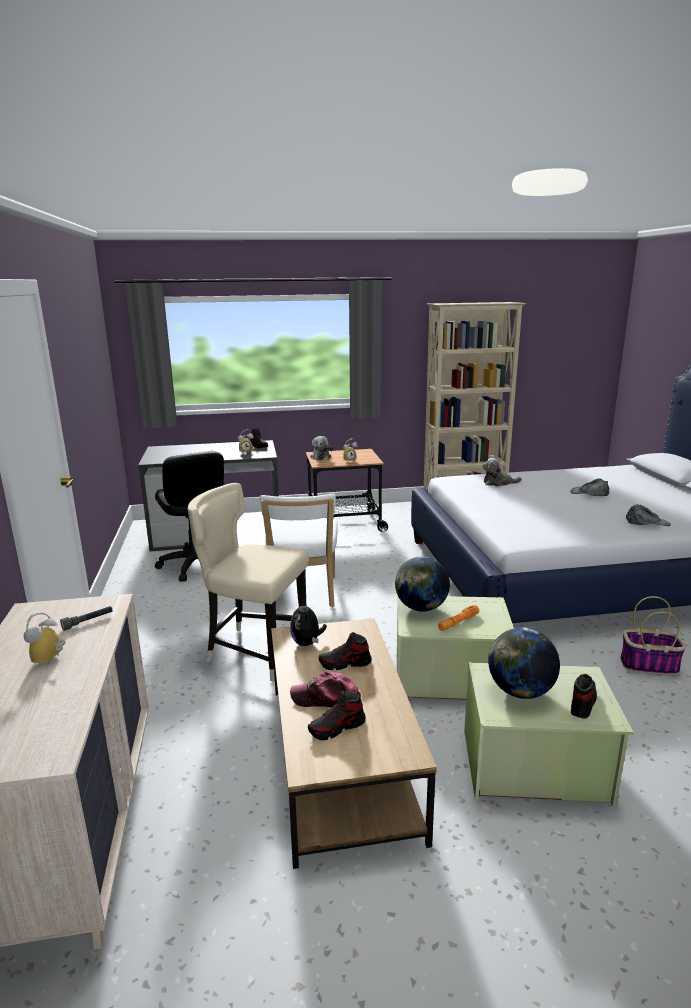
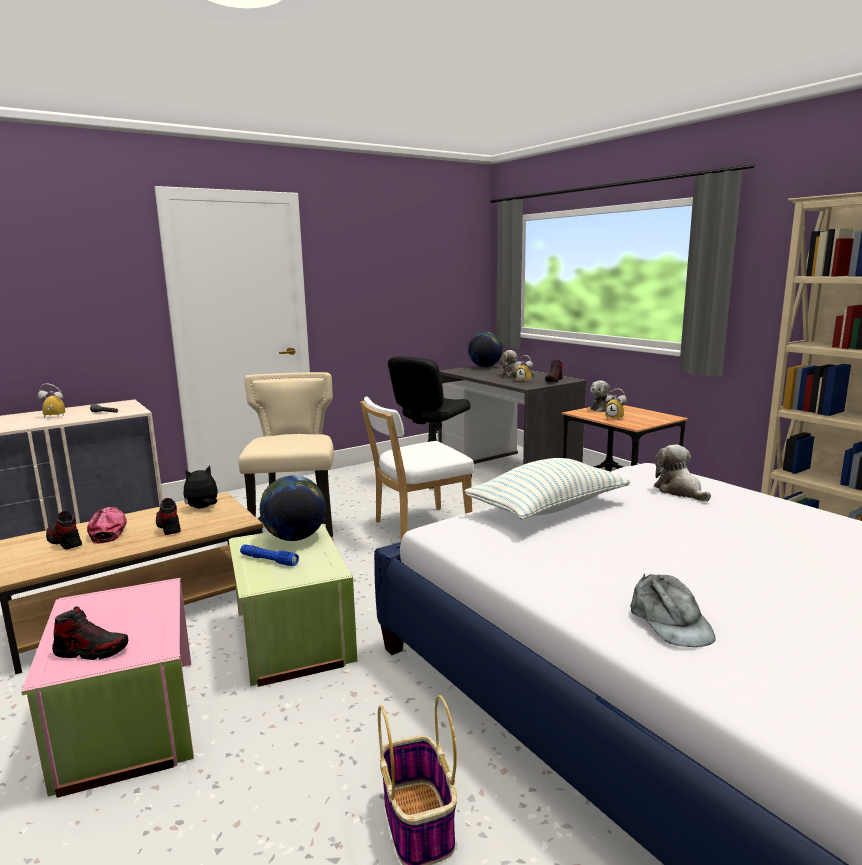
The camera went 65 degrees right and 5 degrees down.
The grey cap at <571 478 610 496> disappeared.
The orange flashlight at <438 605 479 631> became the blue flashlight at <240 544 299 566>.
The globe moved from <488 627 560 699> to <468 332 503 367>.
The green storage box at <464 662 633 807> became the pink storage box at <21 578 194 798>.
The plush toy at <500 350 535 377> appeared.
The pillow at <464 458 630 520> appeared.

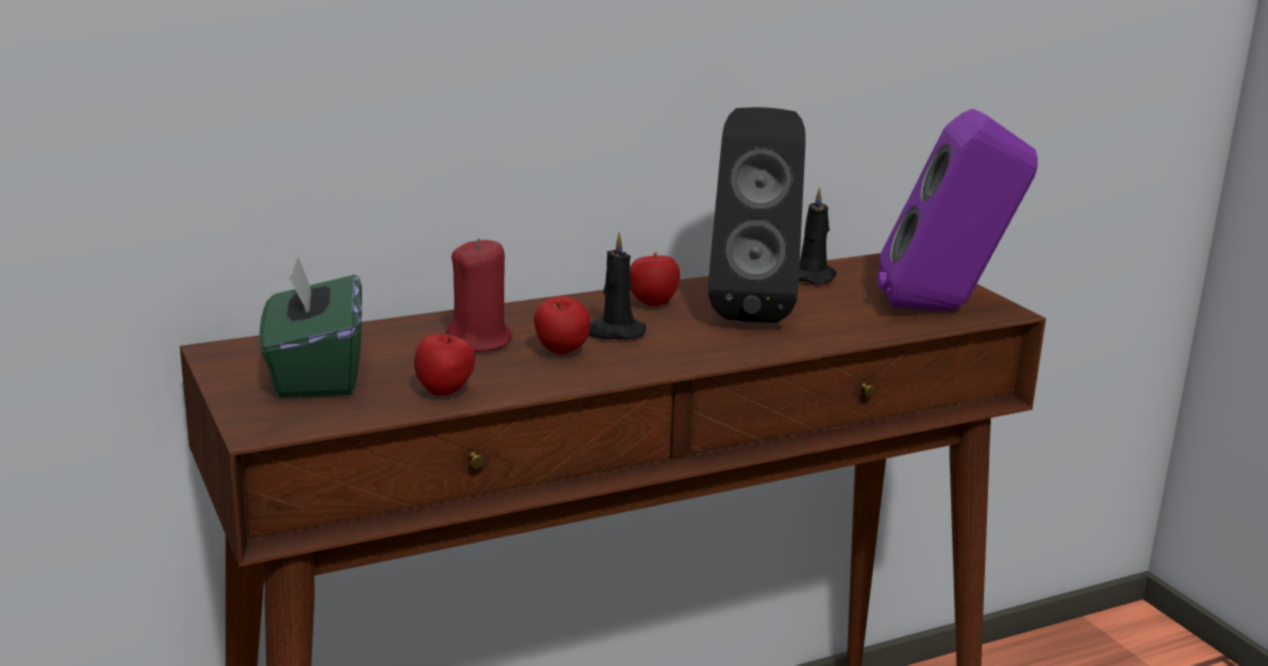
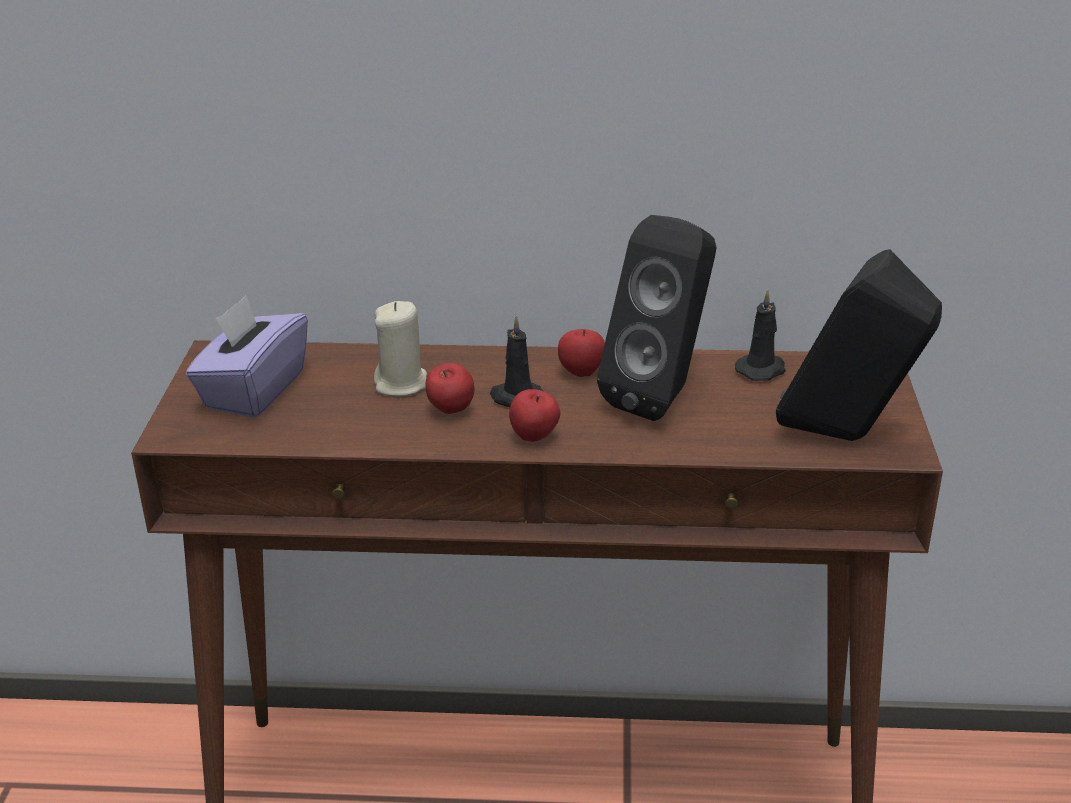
The camera went 30 degrees right and 10 degrees up.
The purple speaker at <877 109 1038 311> became the black speaker at <776 249 942 441>.
The red candle at <445 238 513 352> became the beige candle at <374 301 427 396>.
The green tissue box at <259 255 362 398> became the purple tissue box at <186 296 308 418>.
The apple moved from <414 334 475 396> to <509 389 560 442>.

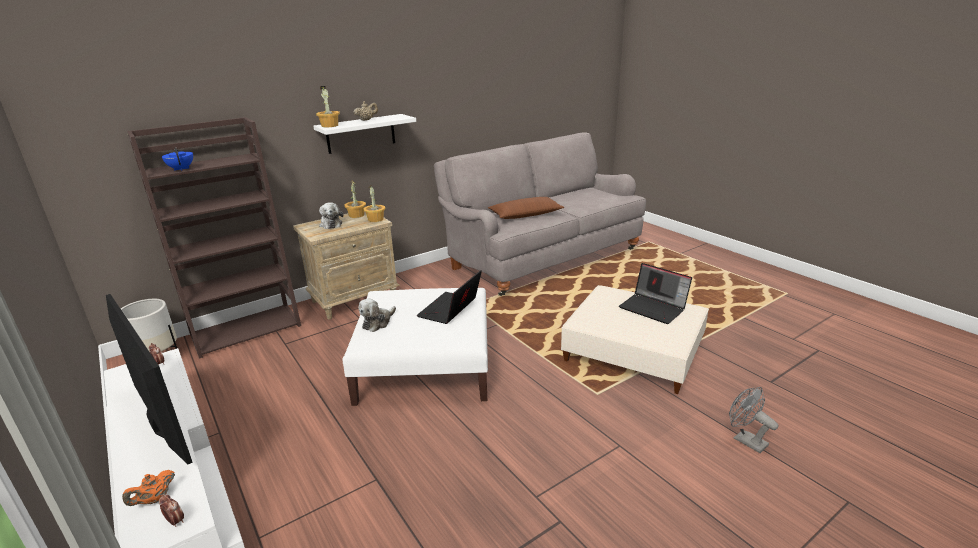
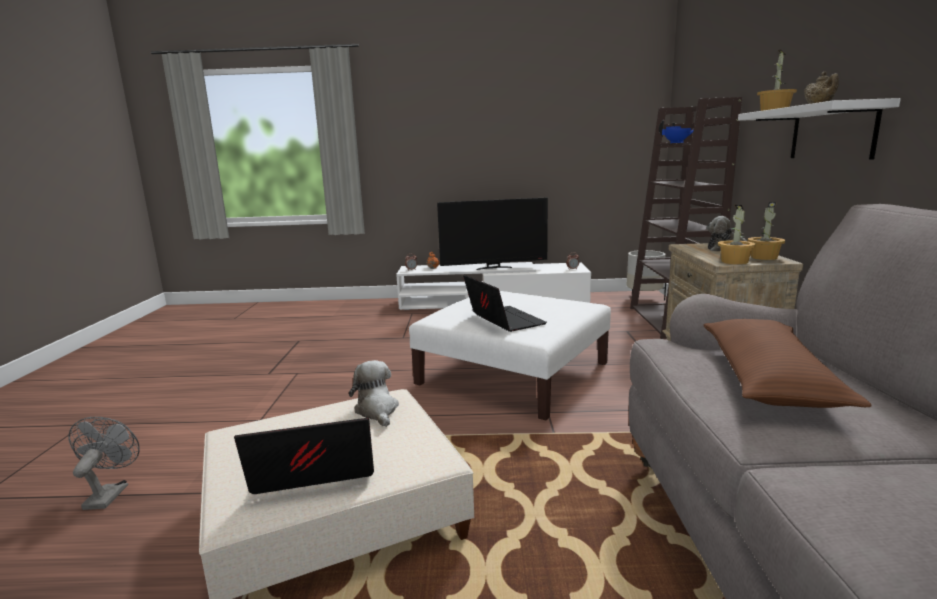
The camera went 125 degrees right and 10 degrees down.
The plush toy moved from <358 299 396 332> to <349 360 399 427>.
The grey fan at <729 387 778 453> turned 90 degrees counterclockwise.

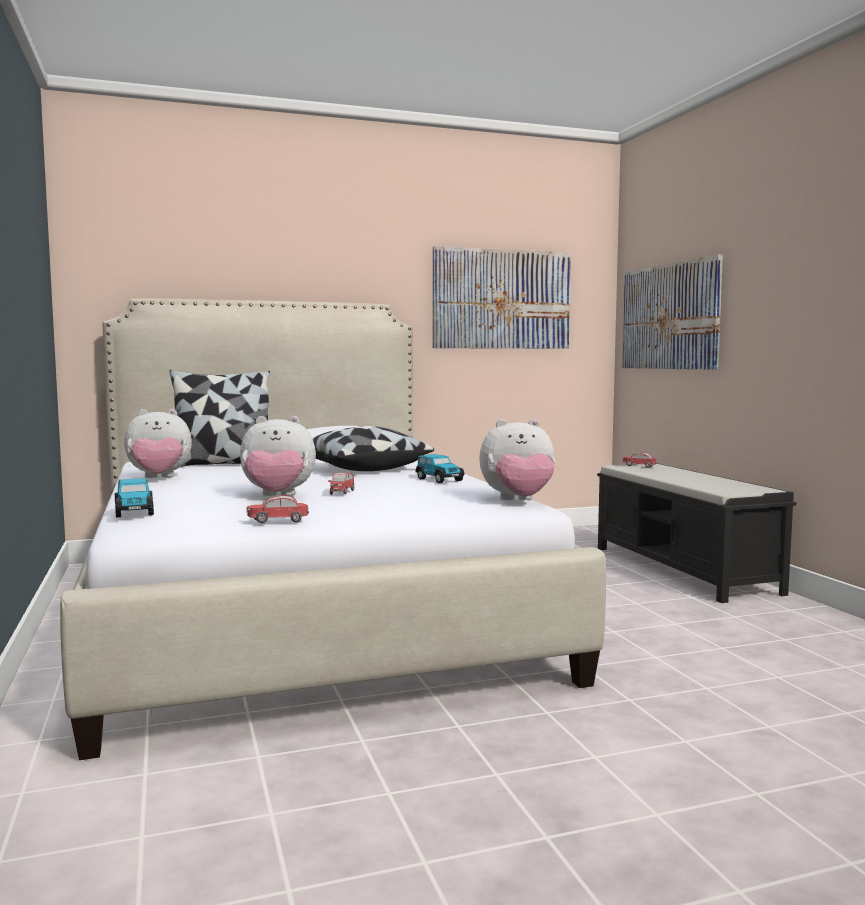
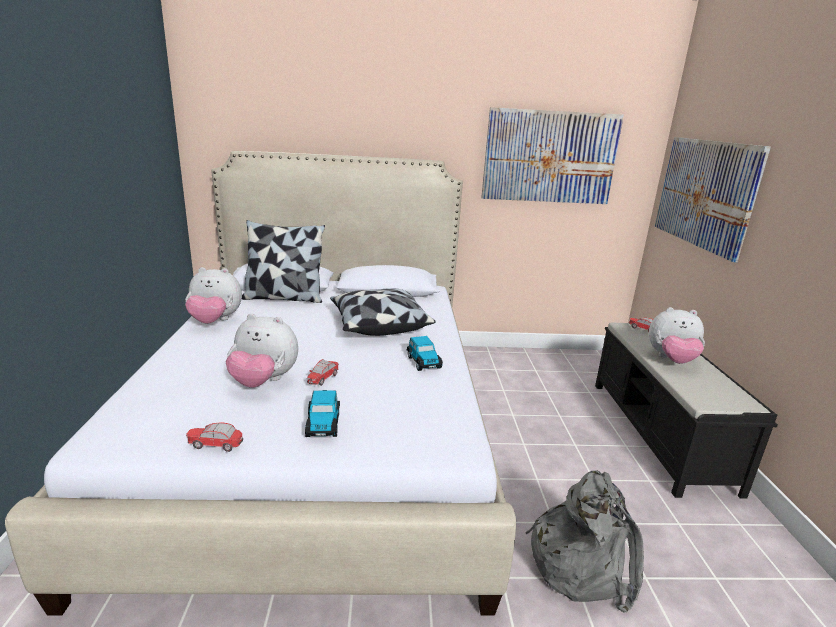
The camera went 15 degrees right and 15 degrees up.
The plush toy moved from <479 419 555 500> to <649 307 705 364>.
The toy car moved from <115 478 154 517> to <305 390 340 437>.
The grey backpack at <525 470 644 613> appeared.

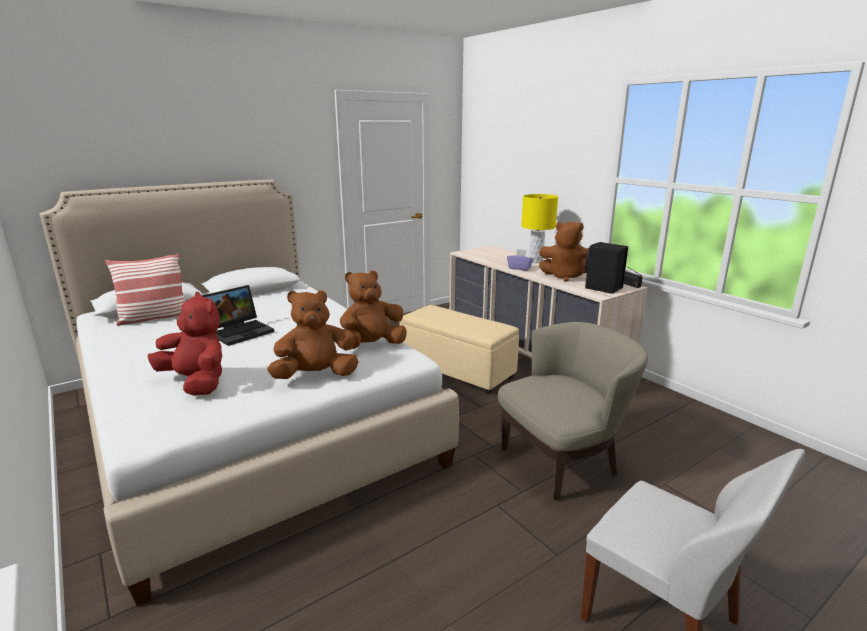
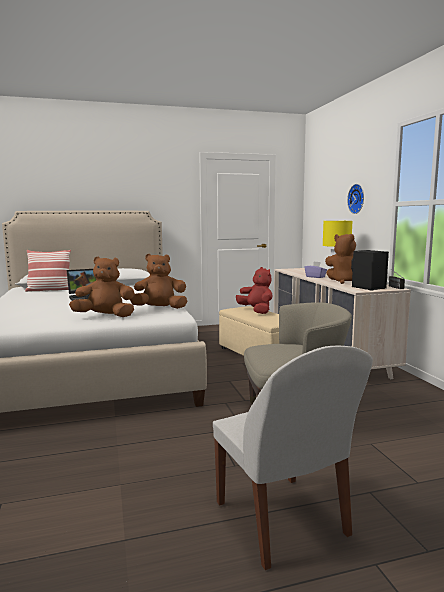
The camera went 20 degrees right and 10 degrees down.
The red plush toy moved from <148 292 222 396> to <236 267 273 314>.
The wall clock at <347 184 364 214> appeared.

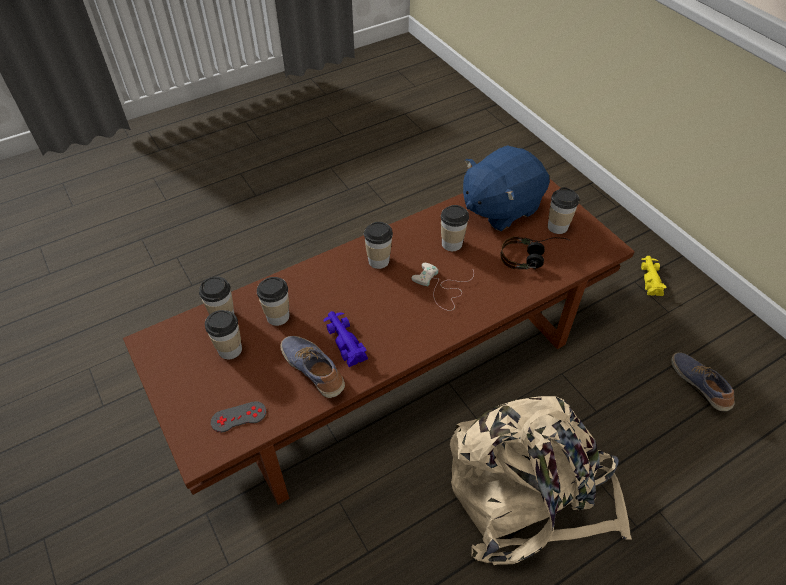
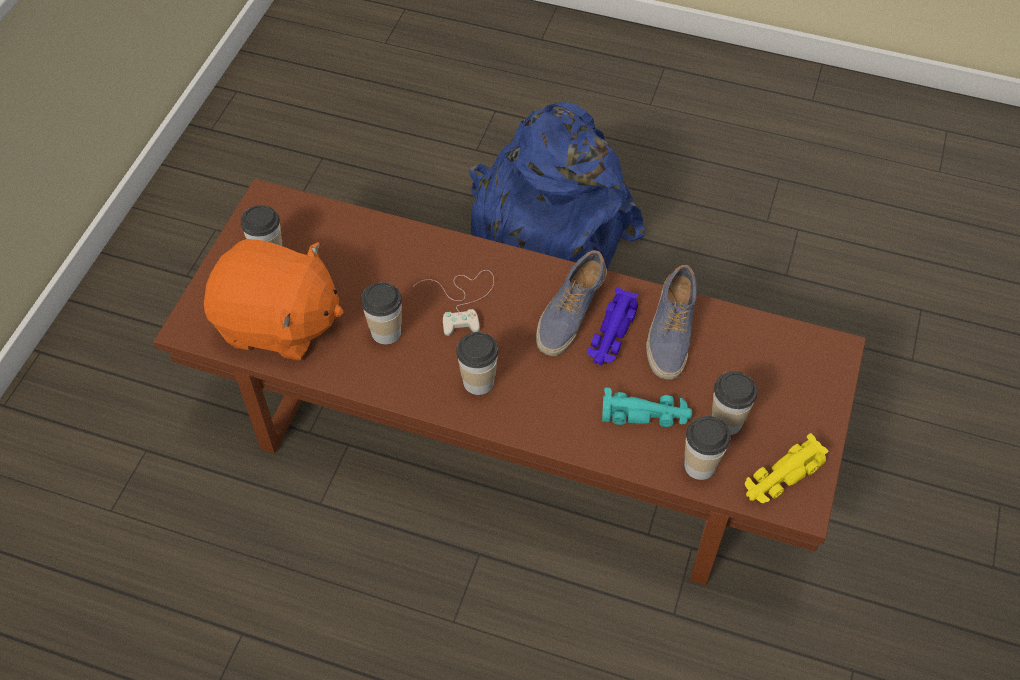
The camera went 130 degrees left and 5 degrees up.
The blue plush toy at <463 145 550 231> became the orange plush toy at <204 239 344 360>.
The headphones at <500 236 569 269> disappeared.
The yellow toy car moved from <641 256 666 296> to <745 433 829 503>.
The cup at <257 277 290 326> was replaced by the turquoise toy car at <602 388 692 427>.
The shoe moved from <671 352 735 411> to <536 250 607 356>.
The beige backpack at <450 396 632 565> became the blue backpack at <469 102 645 270>.
The grey game controller at <211 401 266 432> disappeared.

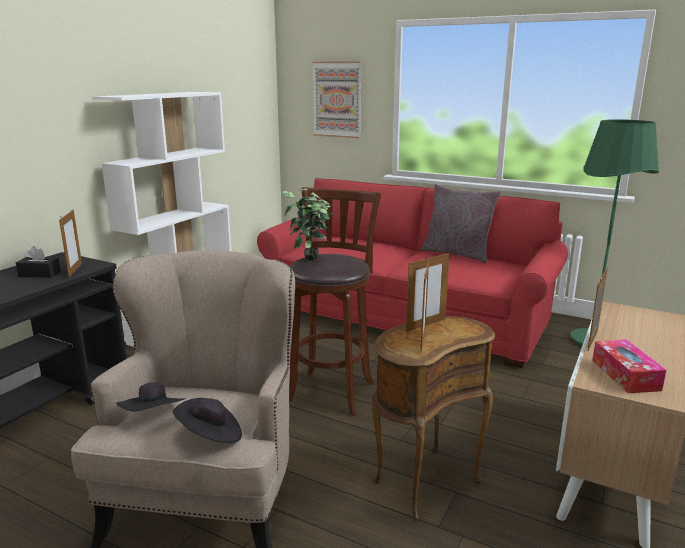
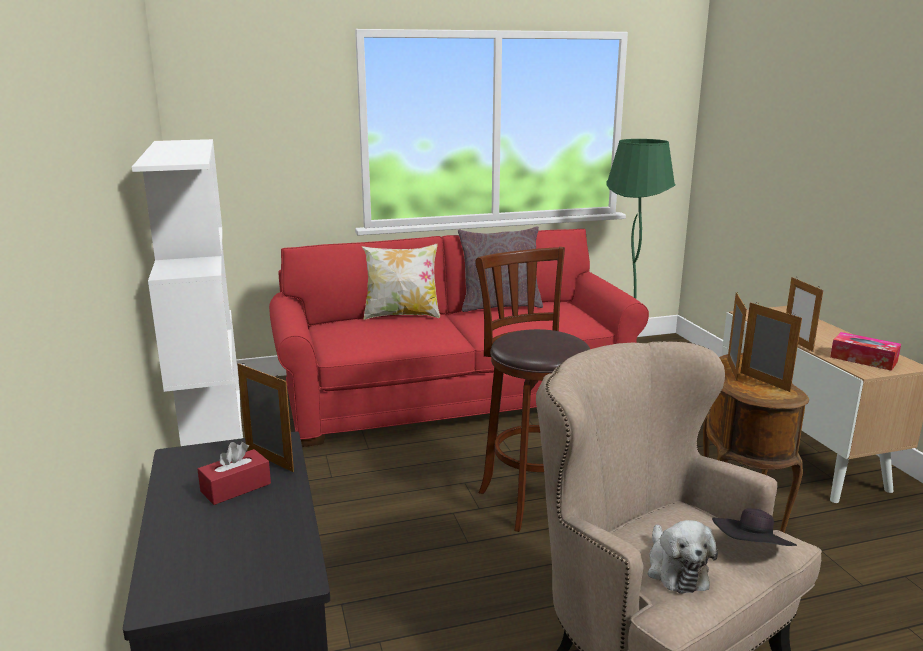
The camera went 45 degrees left and 0 degrees up.
The picture at <312 61 362 138> disappeared.
The potted plant at <283 189 334 260> disappeared.
The black tissue box at <16 246 61 278> became the red tissue box at <197 442 271 505>.
The black hat at <116 382 186 412> was replaced by the plush toy at <648 520 718 594>.
The pillow at <361 244 440 320> appeared.

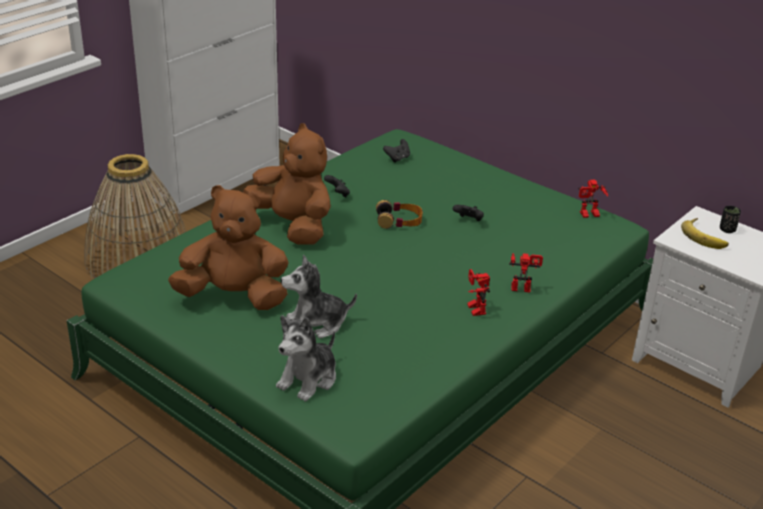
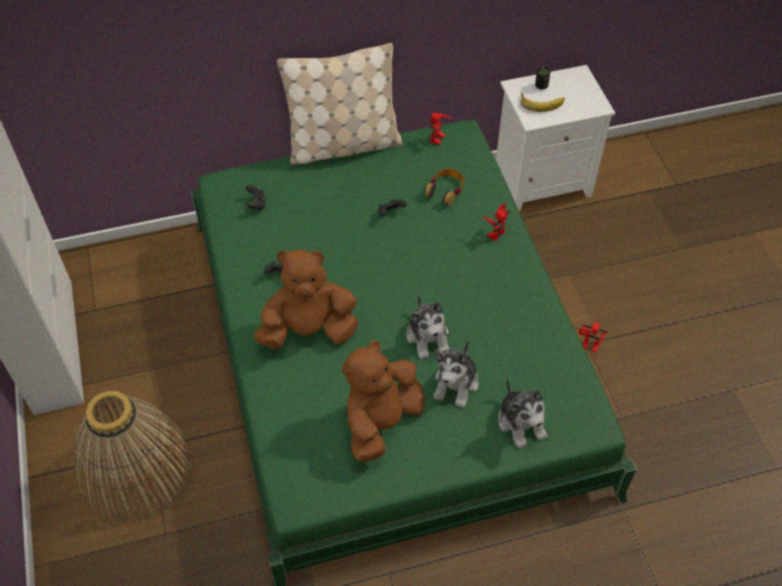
The camera went 55 degrees left and 20 degrees up.
The headphones moved from <376 200 423 229> to <425 169 464 205>.
The toy robot moved from <467 269 490 316> to <579 322 607 353>.
The beige pillow at <277 43 402 165> appeared.
The plush toy at <407 294 450 359> appeared.

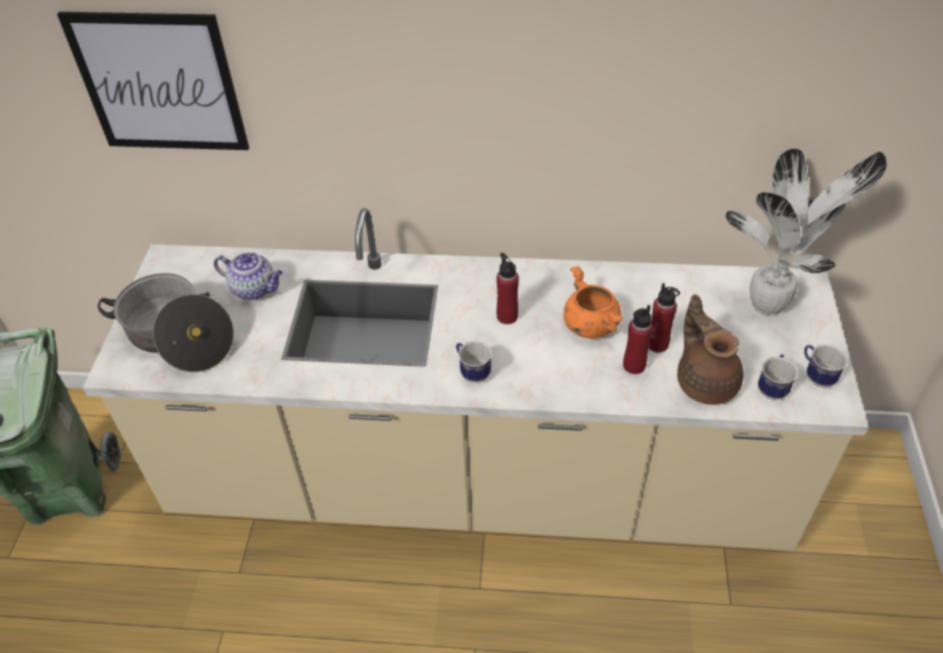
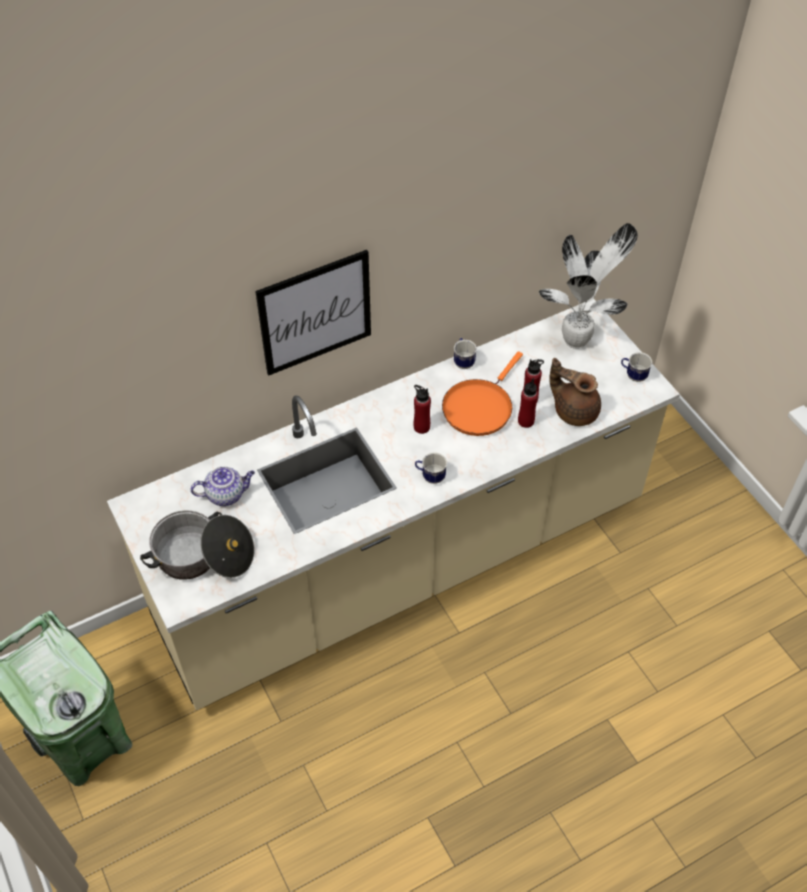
The camera went 35 degrees left and 5 degrees up.
The picture moved from <57 12 249 150> to <255 250 371 376>.
The orange cooking pot at <564 266 623 338> was replaced by the orange frying pan at <442 351 523 436>.
The mug moved from <758 354 798 400> to <454 338 477 369>.

